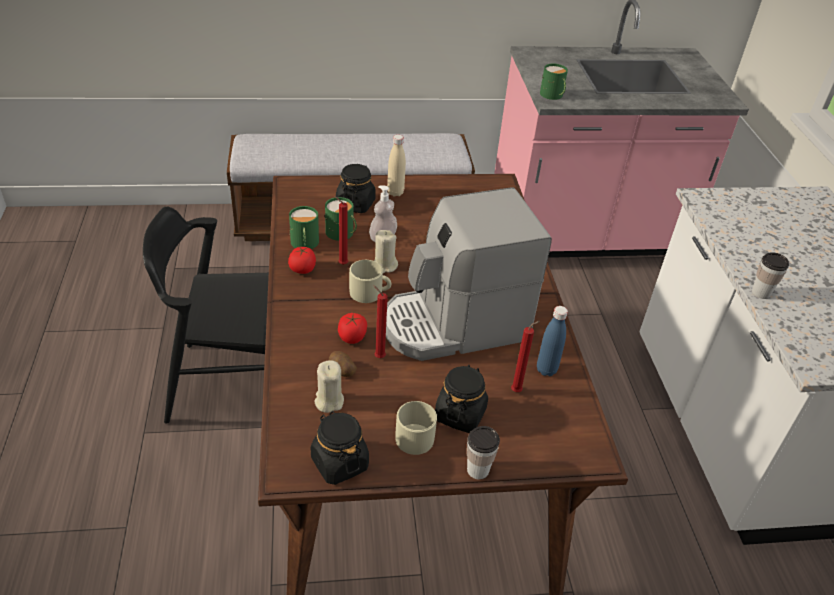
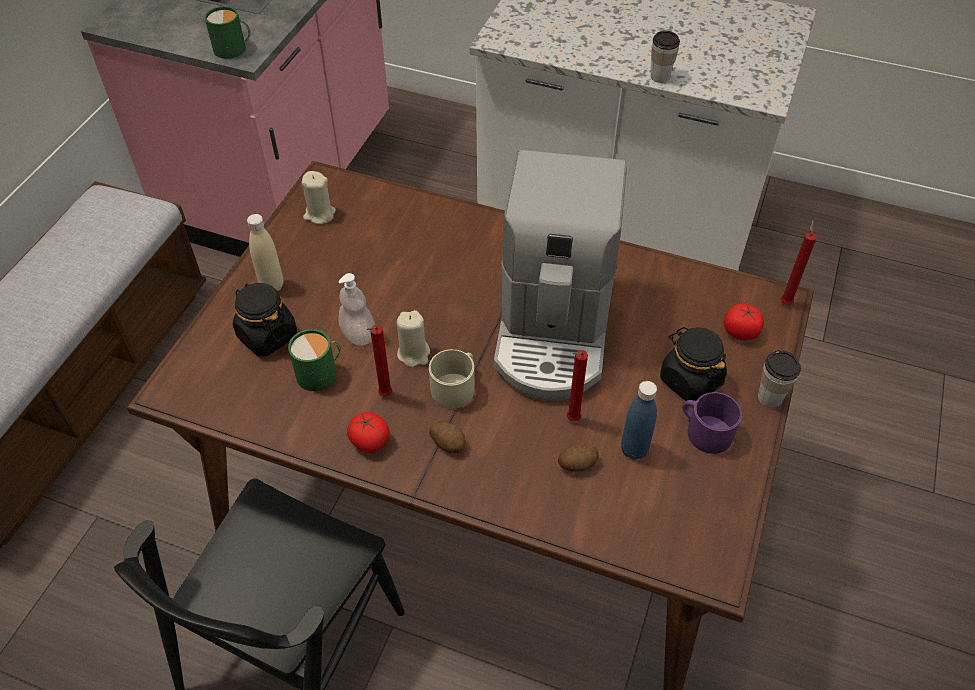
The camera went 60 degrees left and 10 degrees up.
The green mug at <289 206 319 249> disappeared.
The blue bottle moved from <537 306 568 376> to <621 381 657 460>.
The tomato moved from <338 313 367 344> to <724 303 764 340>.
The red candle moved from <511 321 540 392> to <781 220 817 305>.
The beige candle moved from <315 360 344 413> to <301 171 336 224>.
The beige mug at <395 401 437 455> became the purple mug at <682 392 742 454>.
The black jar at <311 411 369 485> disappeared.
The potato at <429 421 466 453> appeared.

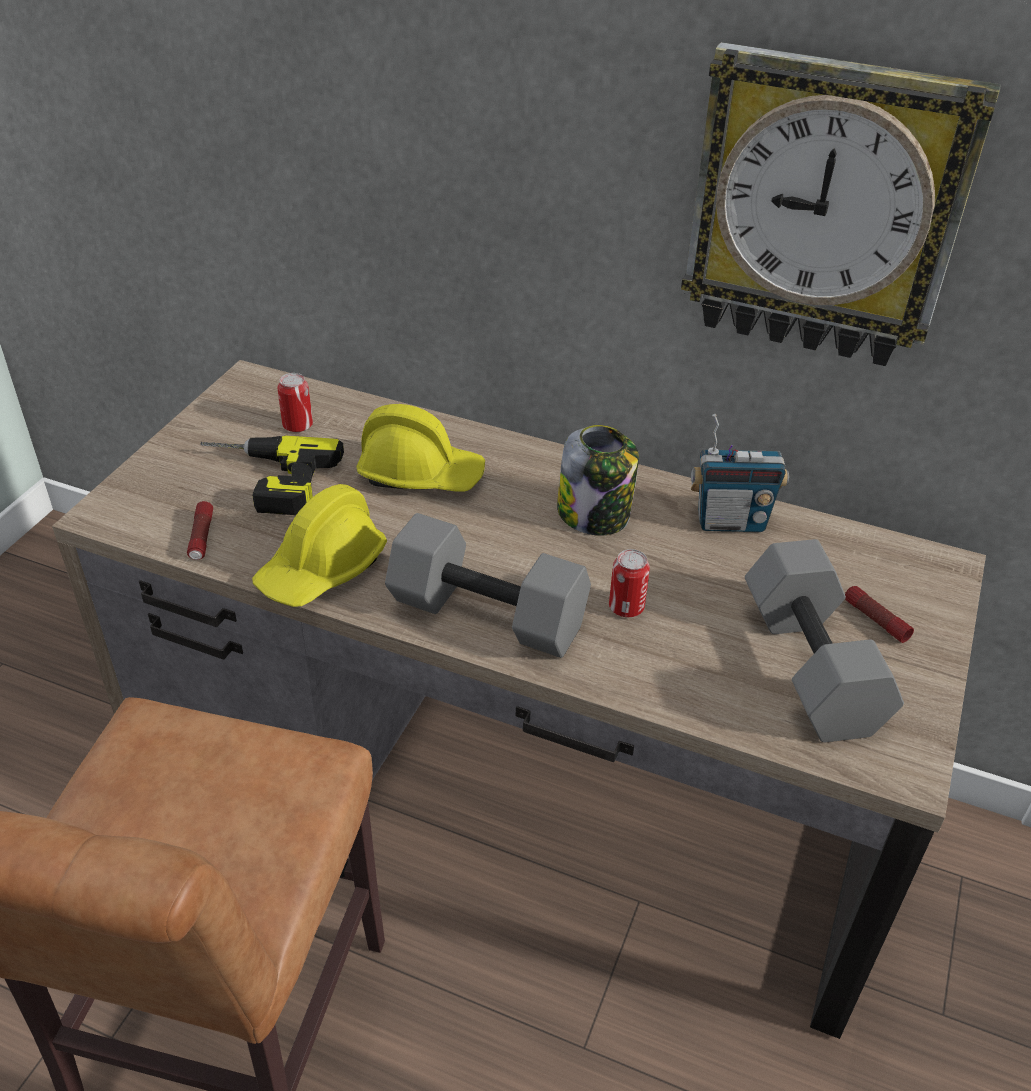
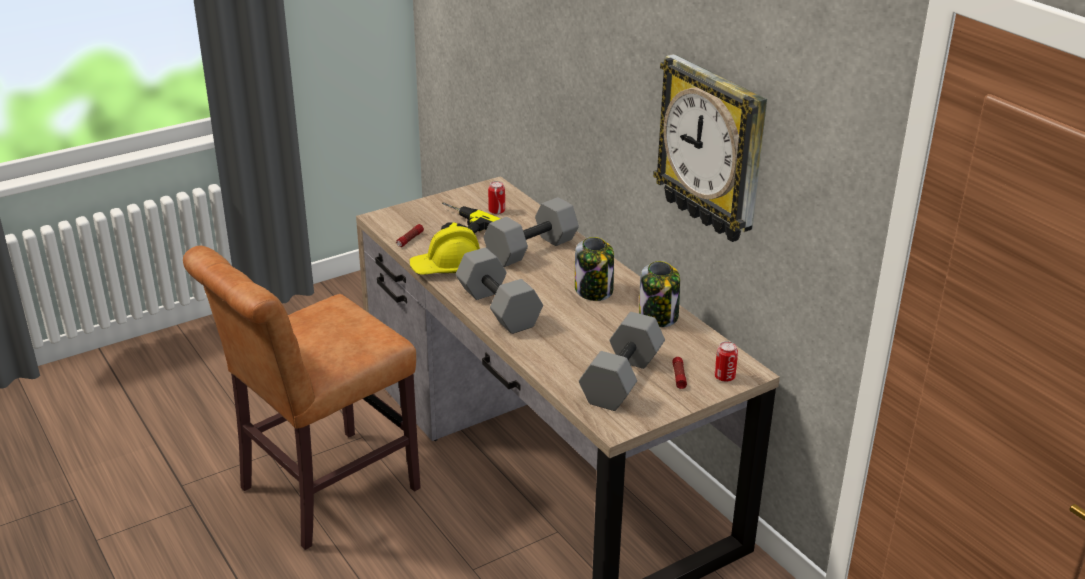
The camera went 35 degrees right and 10 degrees down.
The yellow hard hat at <356 404 485 492> was replaced by the grey dumbbell at <483 197 579 267>.
The radio at <691 414 789 532> was replaced by the jar at <639 261 680 327>.
The can moved from <609 549 650 617> to <715 341 738 382>.

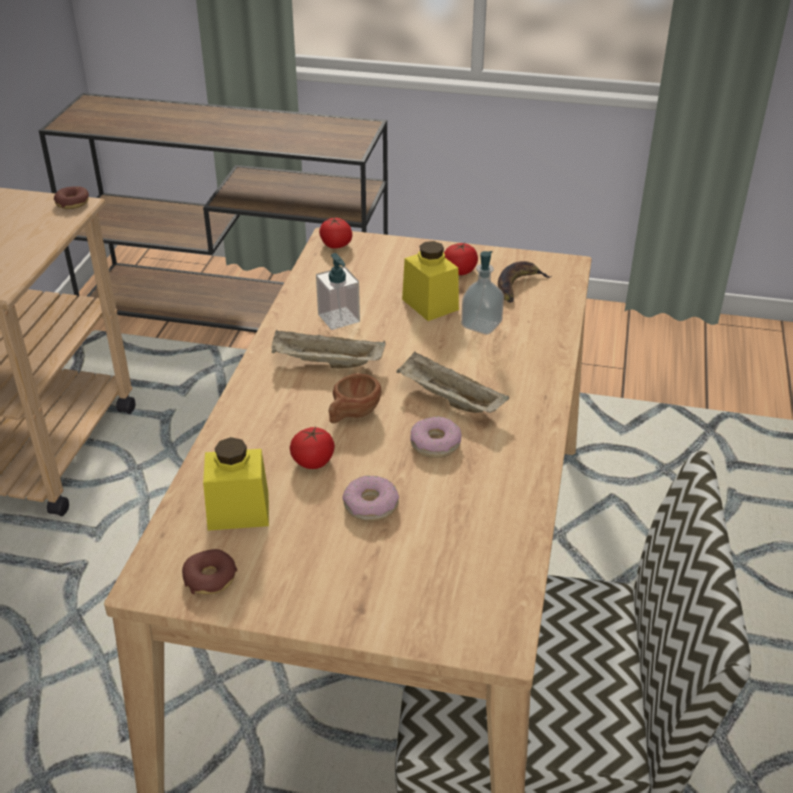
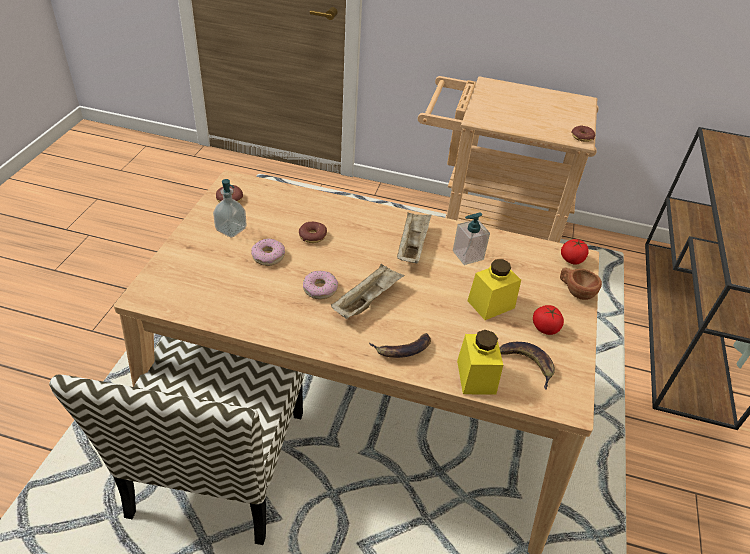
The camera went 90 degrees right and 5 degrees up.
The soap dispenser moved from <461 251 504 335> to <213 179 247 238>.
The brown cup moved from <329 373 382 423> to <560 268 602 300>.
The tomato at <290 427 335 469> was replaced by the donut at <299 222 327 243>.
The yellow jar moved from <203 437 269 530> to <457 330 503 394>.
The banana at <369 333 431 358> appeared.

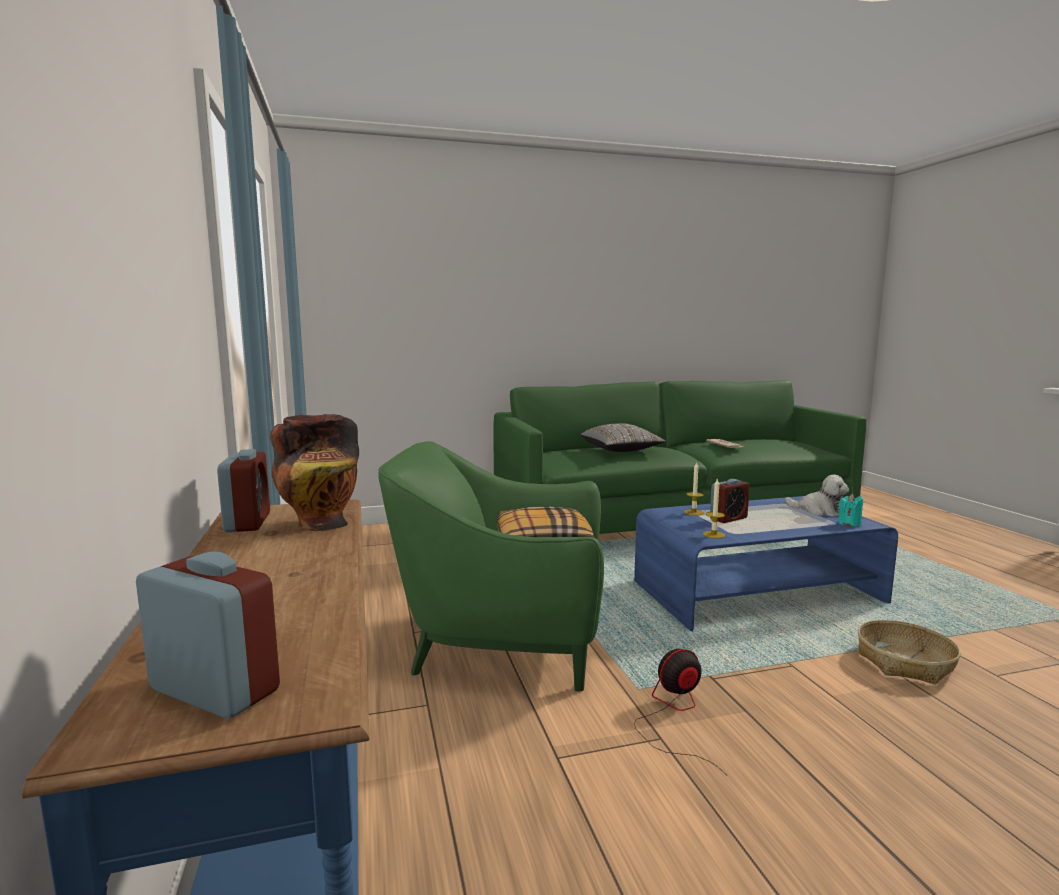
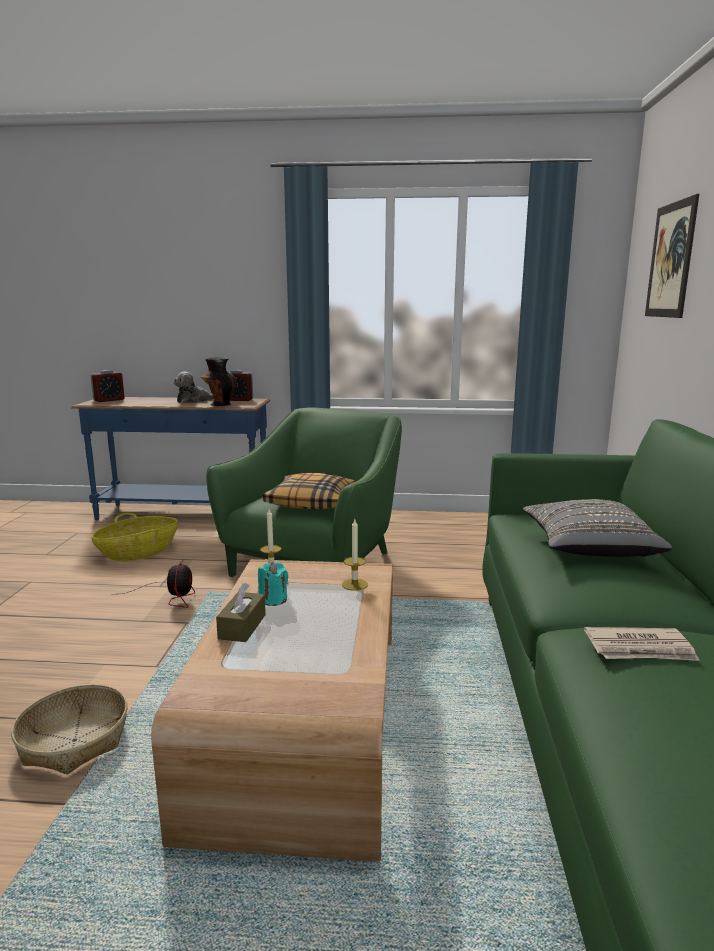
The camera went 110 degrees right and 5 degrees up.
The plush toy moved from <785 475 849 517> to <174 372 214 403>.
The alarm clock at <710 479 750 523> disappeared.
The turquoise candle moved from <838 494 863 526> to <258 562 288 606>.
The blue coffee table at <634 496 898 631> became the brown coffee table at <151 559 393 862>.
The picture at <645 194 699 318> appeared.
The basket at <92 513 178 561> appeared.
The brown tissue box at <216 583 266 642> appeared.

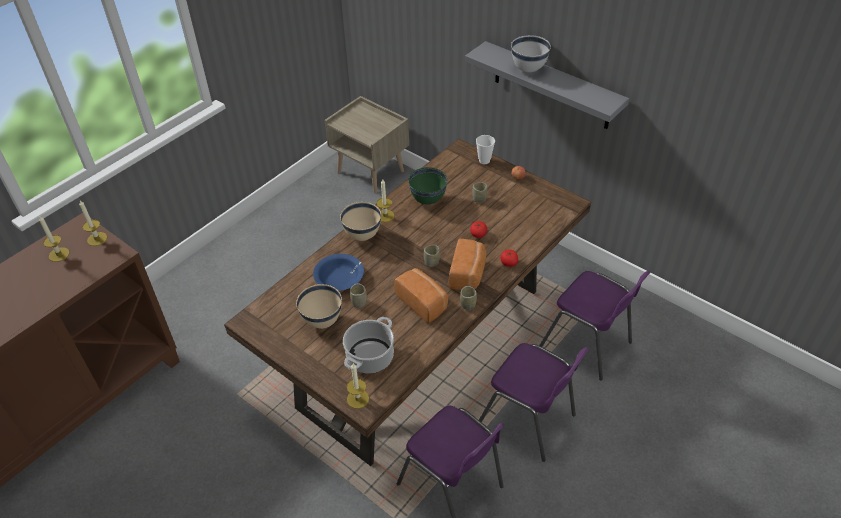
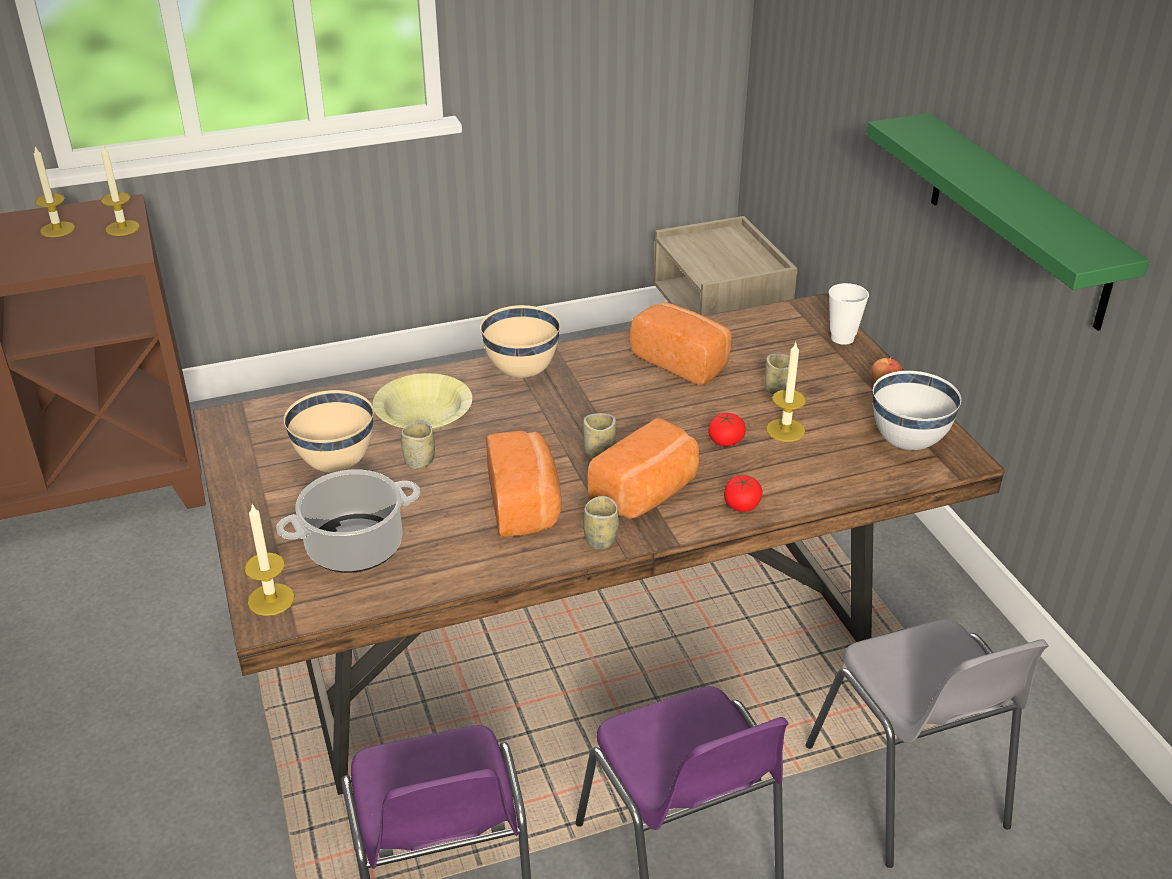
The camera went 30 degrees right and 10 degrees down.
The white bowl moved from <511 35 551 72> to <873 371 961 450>.
The grey shelf at <465 41 629 129> became the green shelf at <867 113 1149 331>.
The green bowl at <408 167 447 205> was replaced by the bread at <630 302 732 385>.
The candle moved from <377 179 394 222> to <766 342 806 442>.
The blue bowl at <313 254 364 291> became the yellow bowl at <373 373 472 430>.
The purple chair at <539 271 651 381> became the grey chair at <805 619 1049 868>.

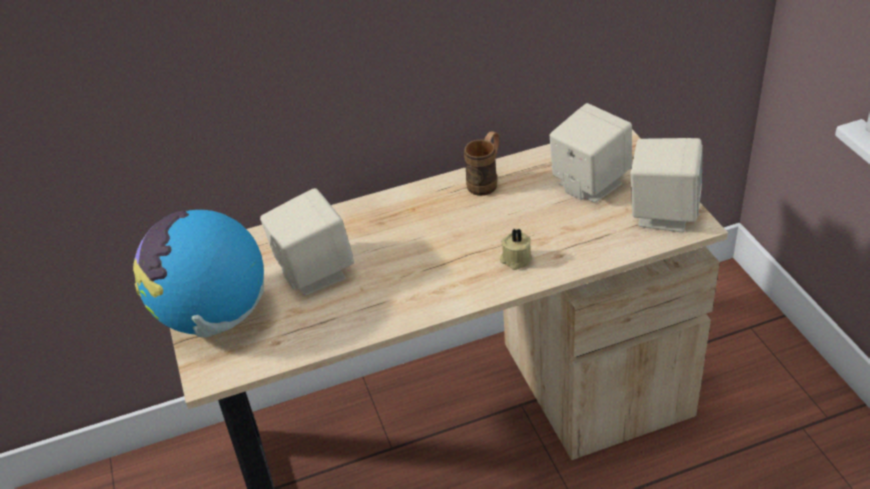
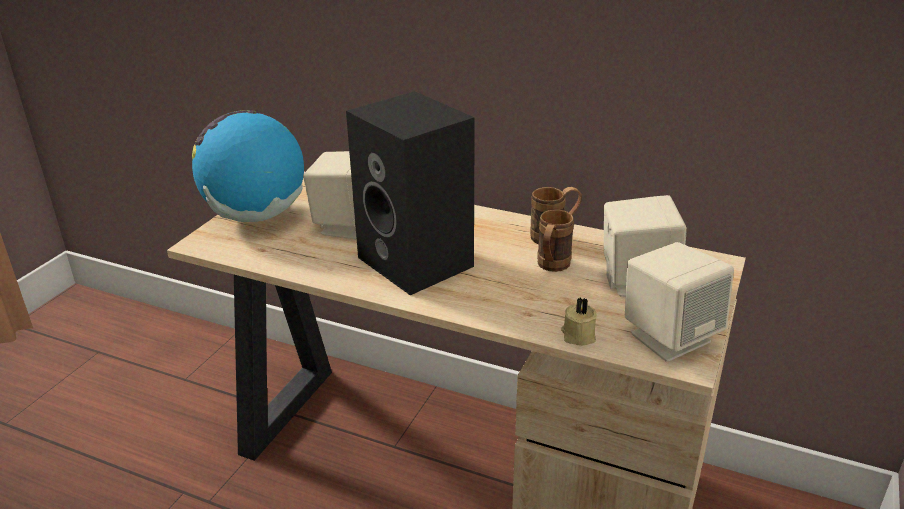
The camera went 40 degrees right and 10 degrees down.
The beige candle moved from <500 229 532 270> to <561 297 597 346>.
The black speaker at <346 91 475 295> appeared.
The brown mug at <537 210 574 272> appeared.

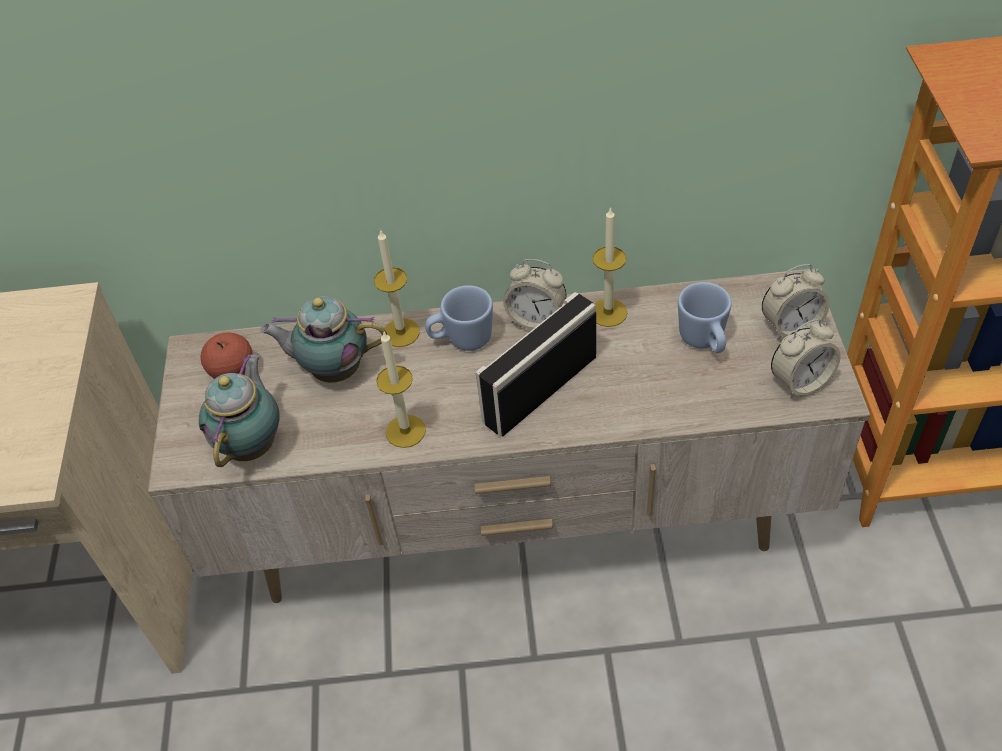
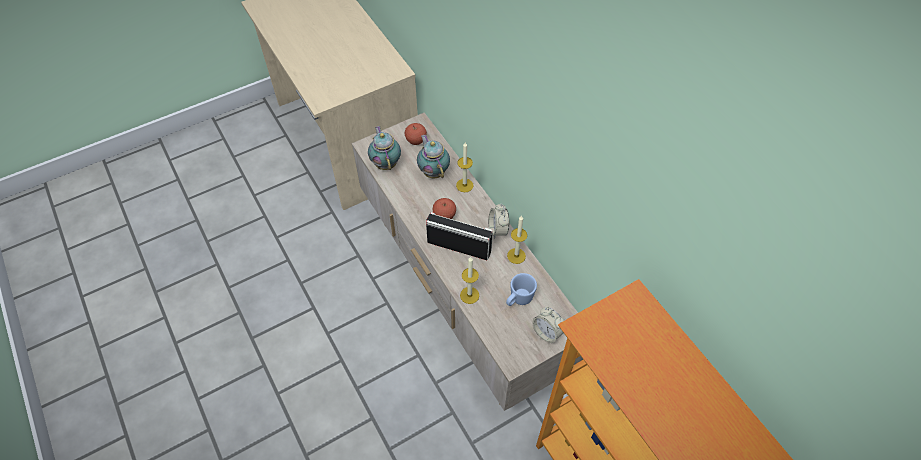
The camera went 60 degrees right and 5 degrees up.
The blue mug at <425 285 493 351> disappeared.
The alarm clock at <771 319 841 399> disappeared.
The candle moved from <376 332 426 448> to <460 257 479 304>.
The teapot at <199 354 280 467> turned 90 degrees counterclockwise.
The apple at <433 198 456 219> appeared.

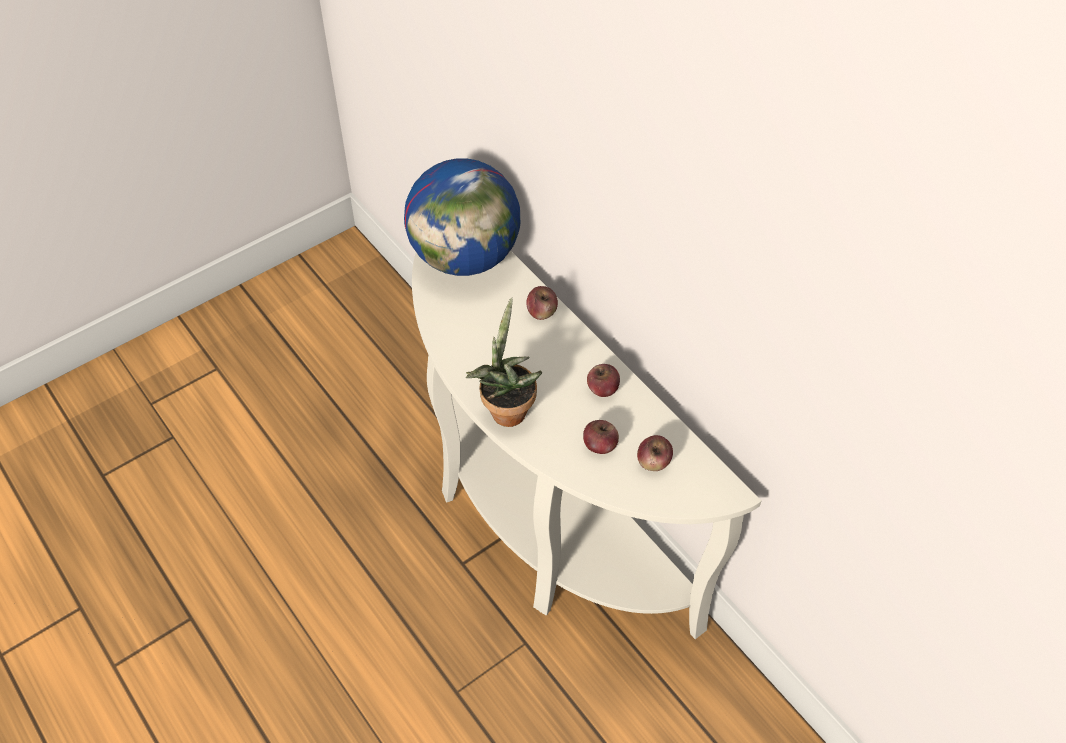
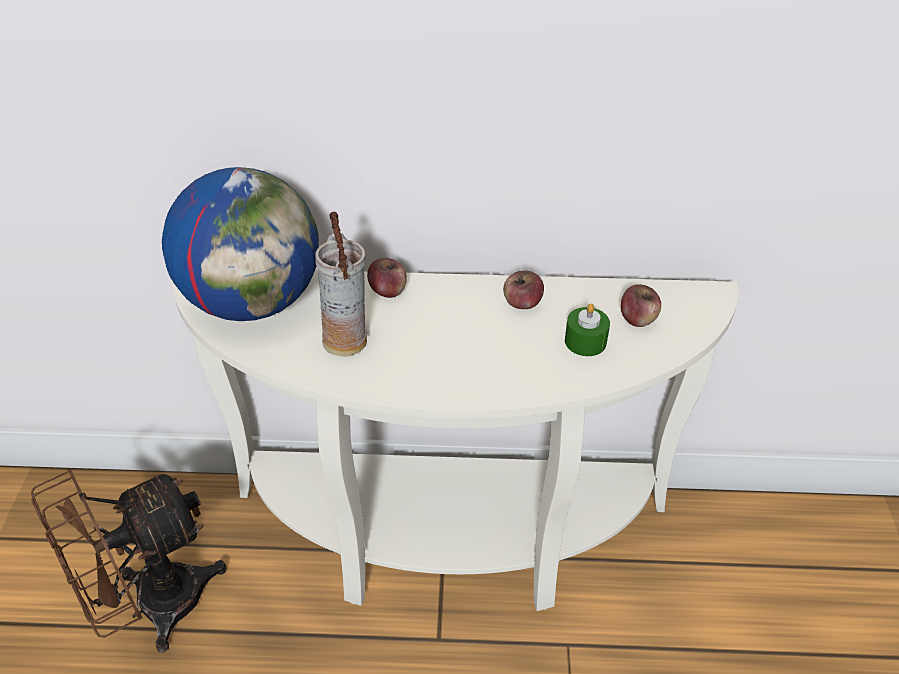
The camera went 50 degrees left and 10 degrees down.
The potted plant at <466 298 542 427> disappeared.
The apple at <583 420 619 454> was replaced by the green candle at <565 303 610 356>.
The vase at <315 212 367 357> appeared.
The brown fan at <31 468 227 653> appeared.

